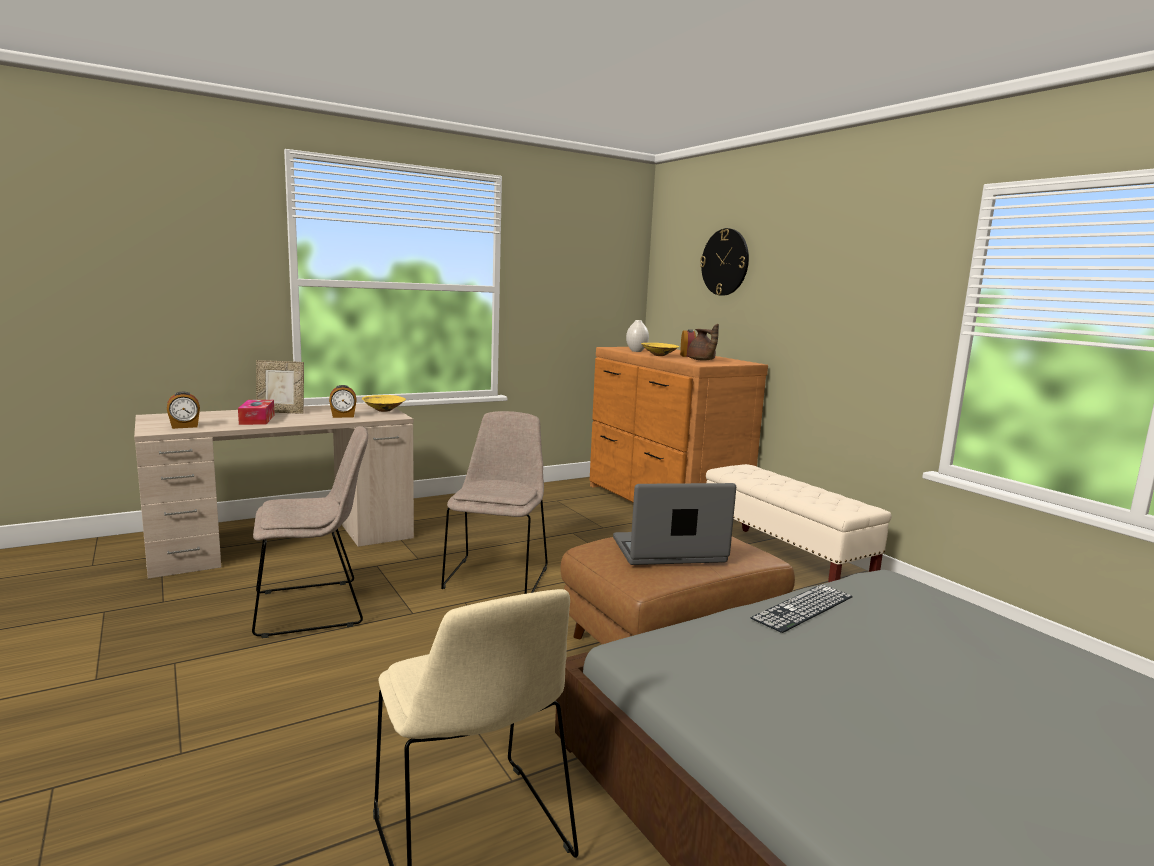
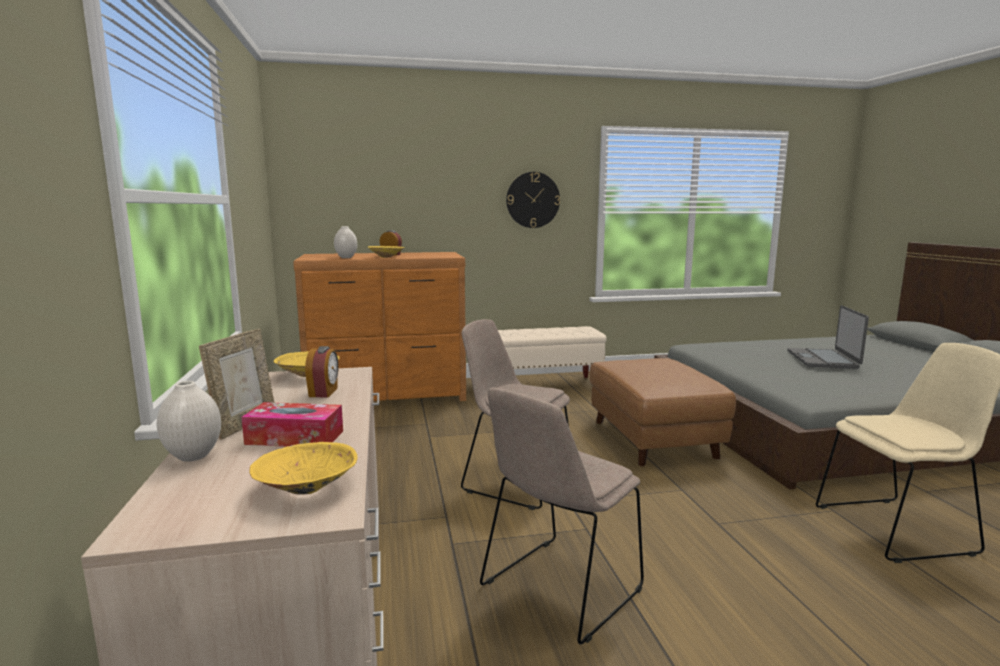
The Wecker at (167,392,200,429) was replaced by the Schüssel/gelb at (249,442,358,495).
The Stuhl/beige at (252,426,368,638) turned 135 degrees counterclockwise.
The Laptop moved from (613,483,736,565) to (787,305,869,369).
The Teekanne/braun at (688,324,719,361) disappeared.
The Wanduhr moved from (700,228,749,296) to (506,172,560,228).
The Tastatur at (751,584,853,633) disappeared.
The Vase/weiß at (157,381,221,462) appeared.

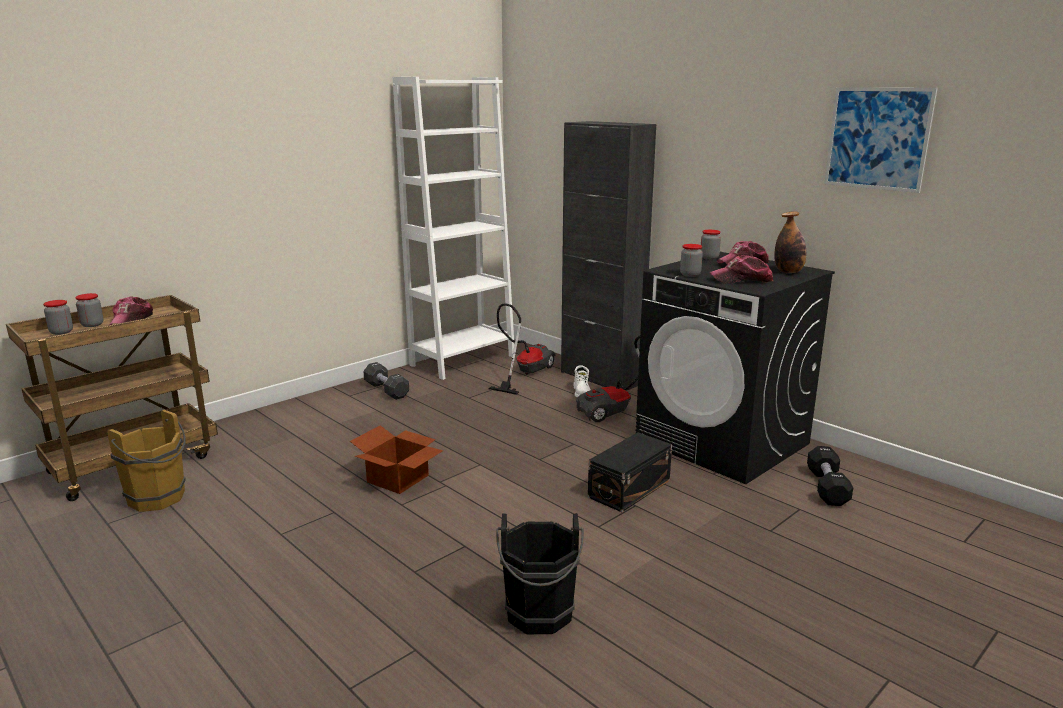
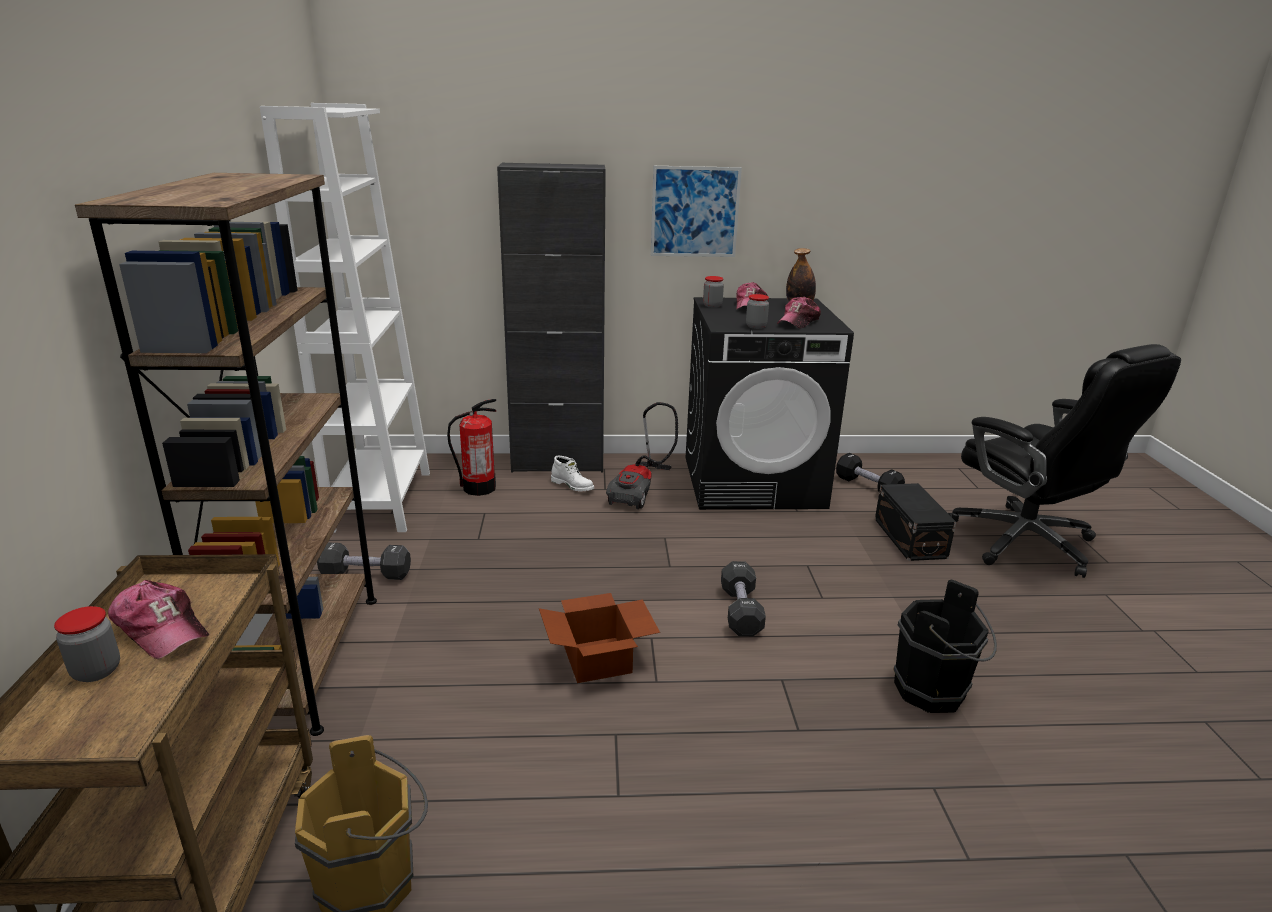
The Vorratsglas at (43,300,73,335) disappeared.
The Staubsauger at (489,304,556,395) was replaced by the Feuerlöscher at (447,399,497,496).
The Aufbewahrungsbox/schwarz moved from (588,432,672,512) to (875,483,956,561).
The Bild moved from (824,87,938,193) to (651,166,742,257).
The Bücherregal/braun at (75,173,377,736) appeared.
The Hantel/schwarz at (721,561,766,636) appeared.
The Bürostuhl/schwarz at (948,344,1181,578) appeared.

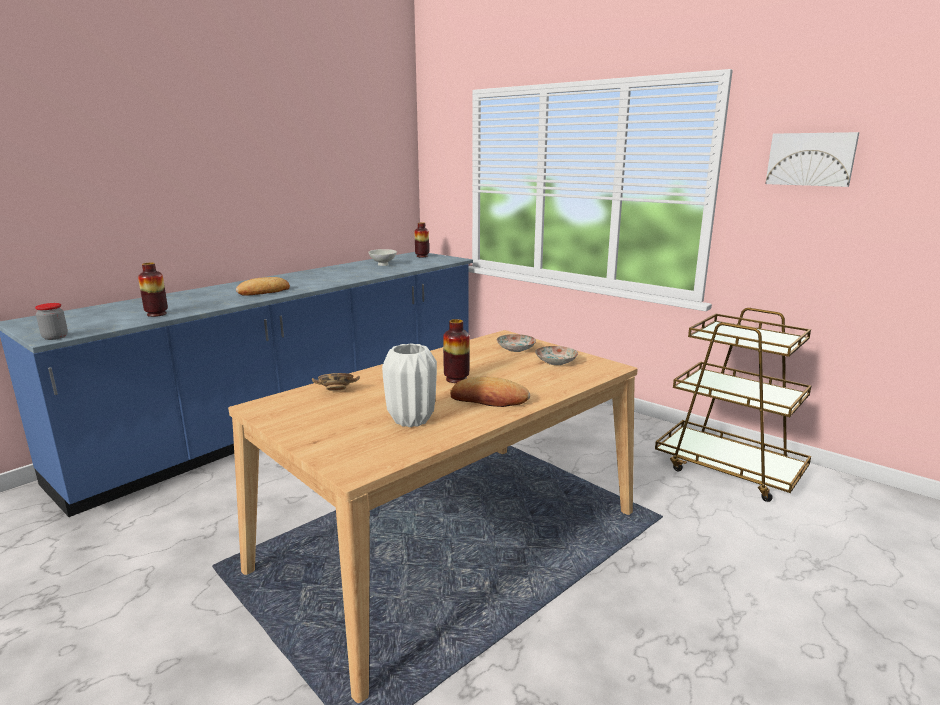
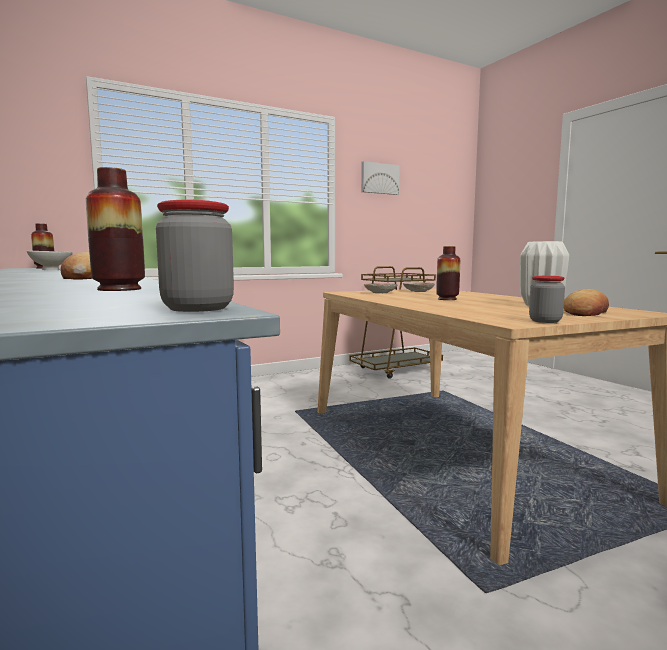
The Schüssel at (312,373,360,391) disappeared.
The Brot moved from (450,377,530,407) to (564,289,609,316).
The Vorratsglas at (529,276,565,323) appeared.

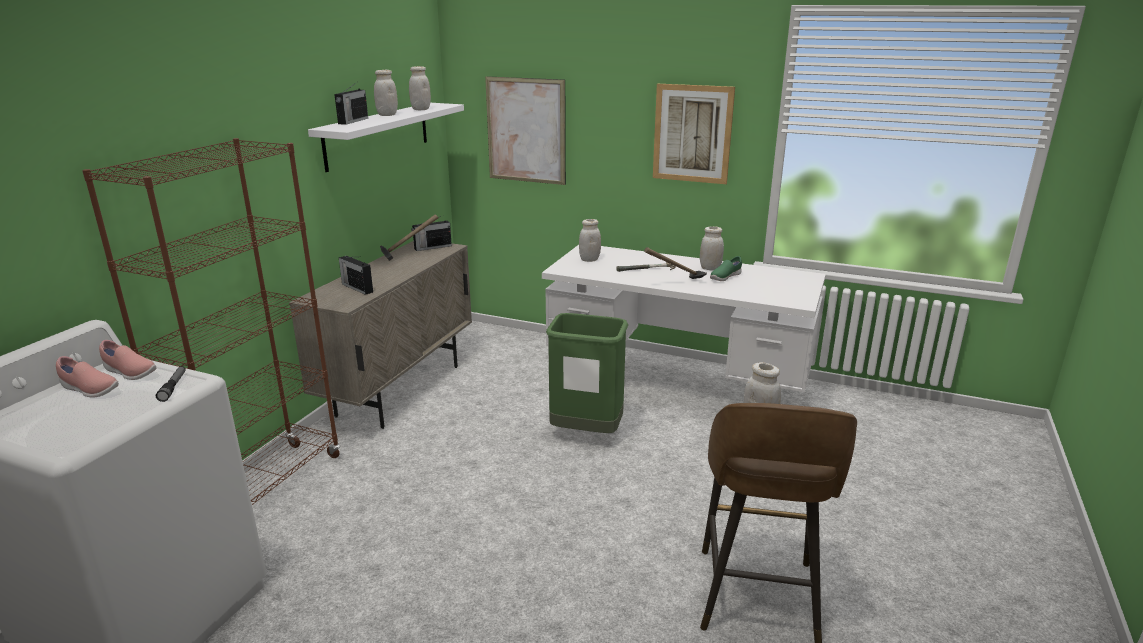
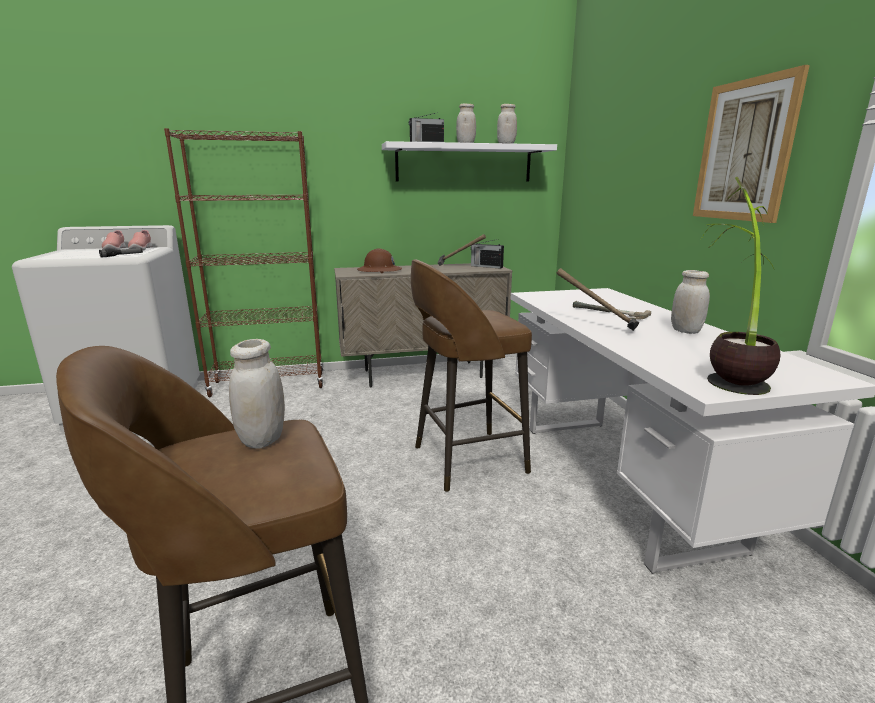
The Radio at (339,256,373,295) was replaced by the Schutzhelm/braun at (357,248,402,273).
The Bild at (485,76,566,185) disappeared.
The Mülleimer/grün at (546,313,628,433) was replaced by the Hocker/braun at (411,259,532,492).
The Vorratsglas/weiß at (579,219,601,262) disappeared.
The Schuh/grün at (710,256,742,281) disappeared.
The Topfpflanze at (700,177,780,395) appeared.

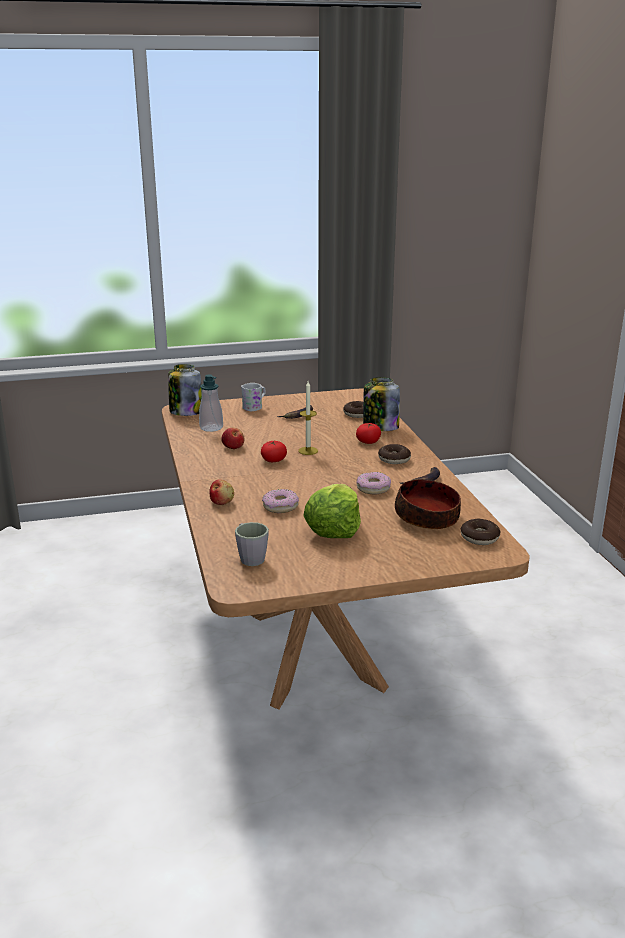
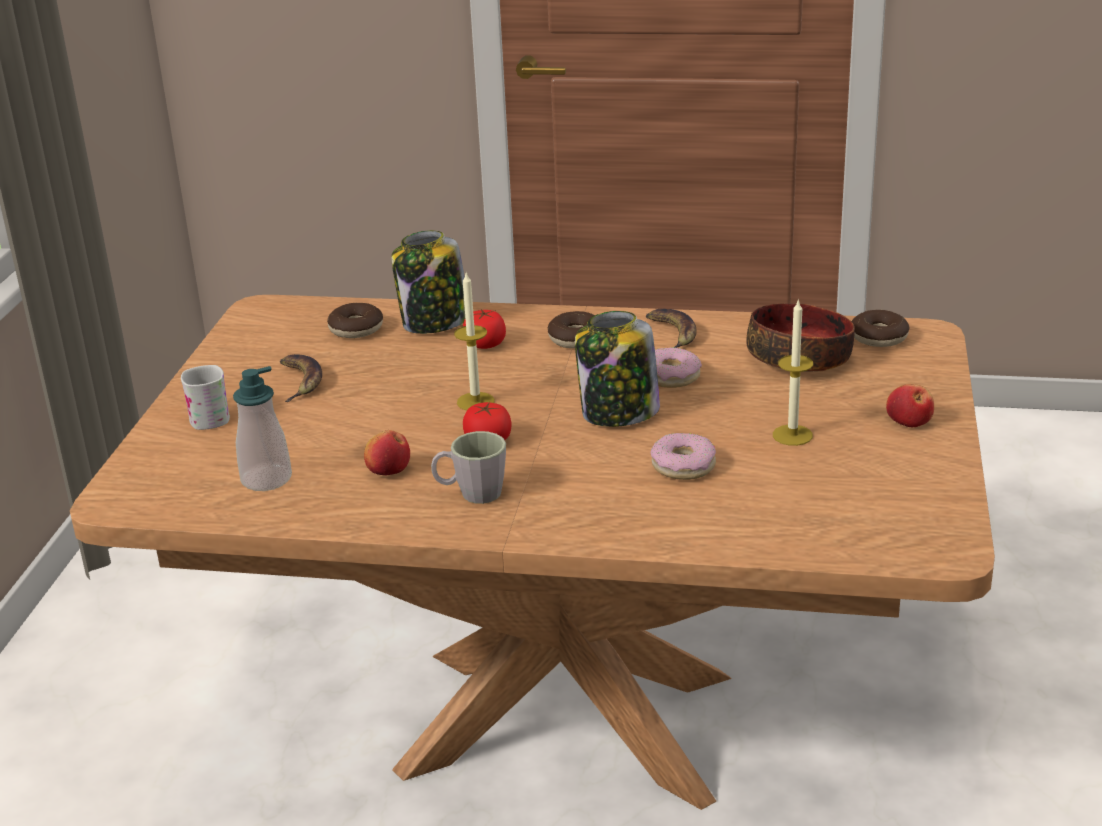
The Vorratsglas moved from (168,364,202,416) to (575,311,660,427).
The Apfel moved from (209,479,234,505) to (886,384,934,427).
The Henkelbecher/grau moved from (235,522,269,566) to (431,431,506,504).
The Salatkopf at (303,484,361,538) was replaced by the Kerze at (773,299,813,446).

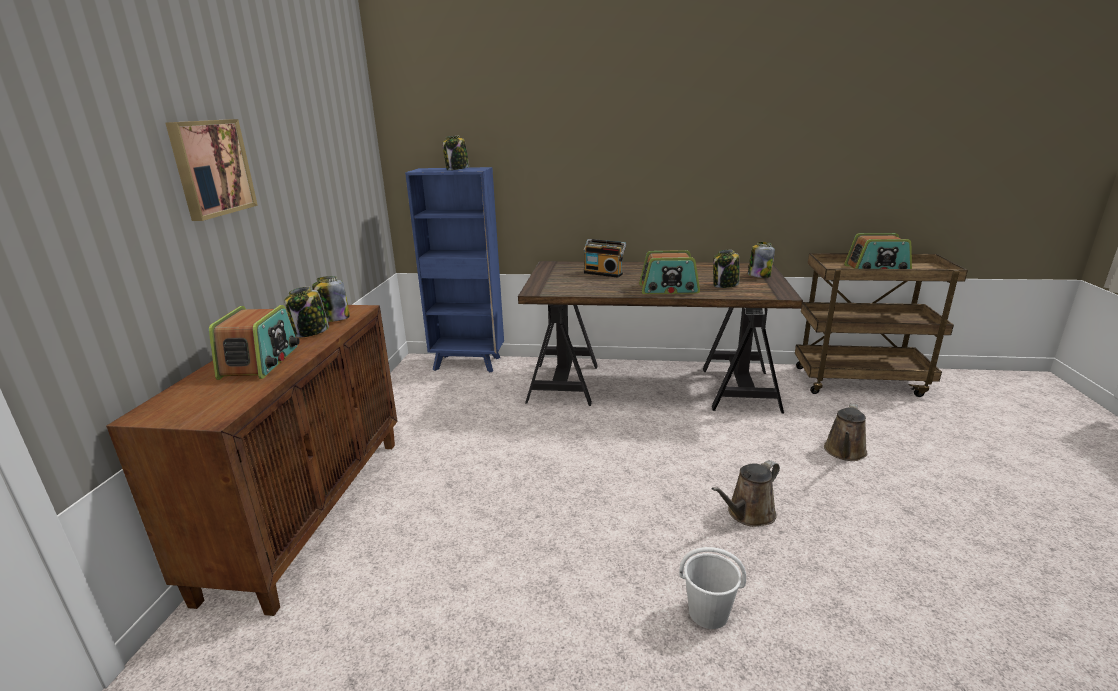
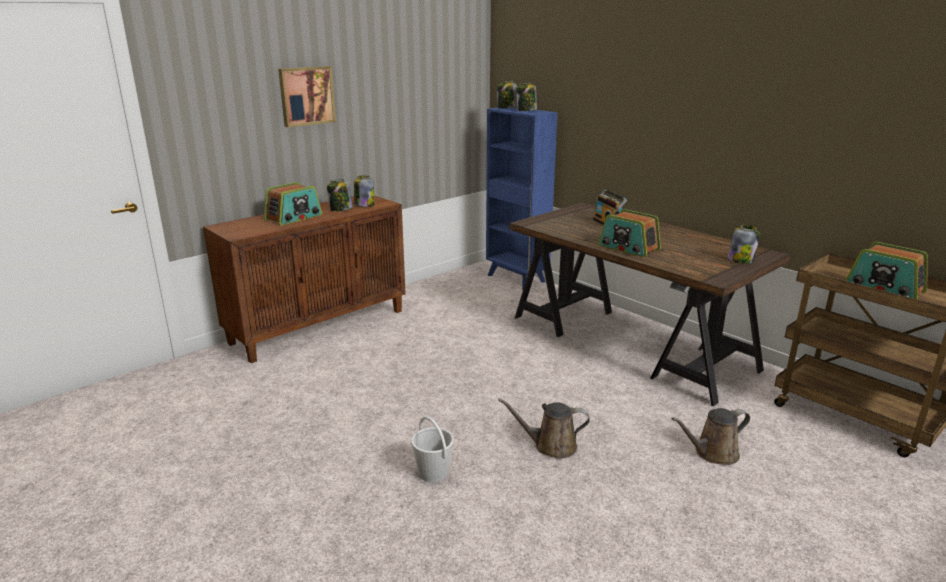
The Vorratsglas moved from (713,250,739,288) to (497,81,517,108).

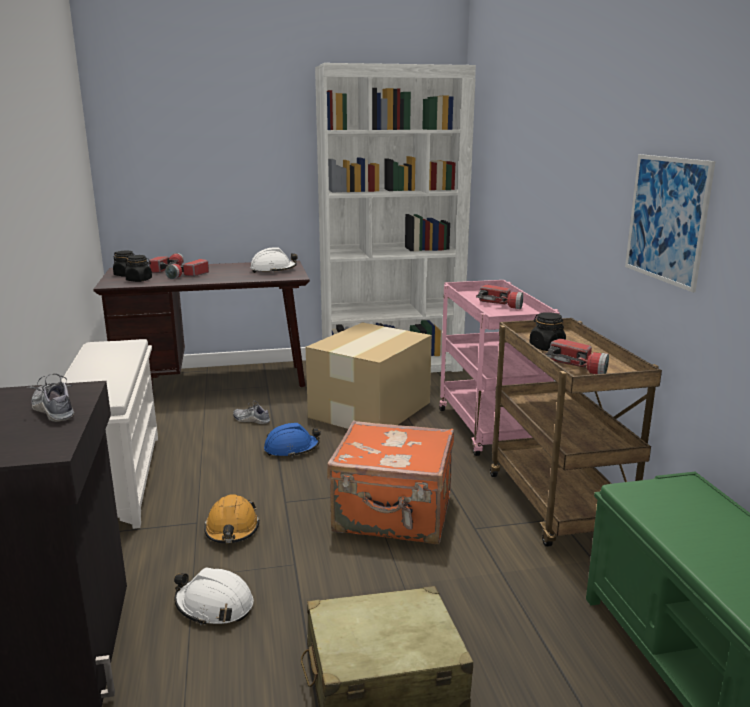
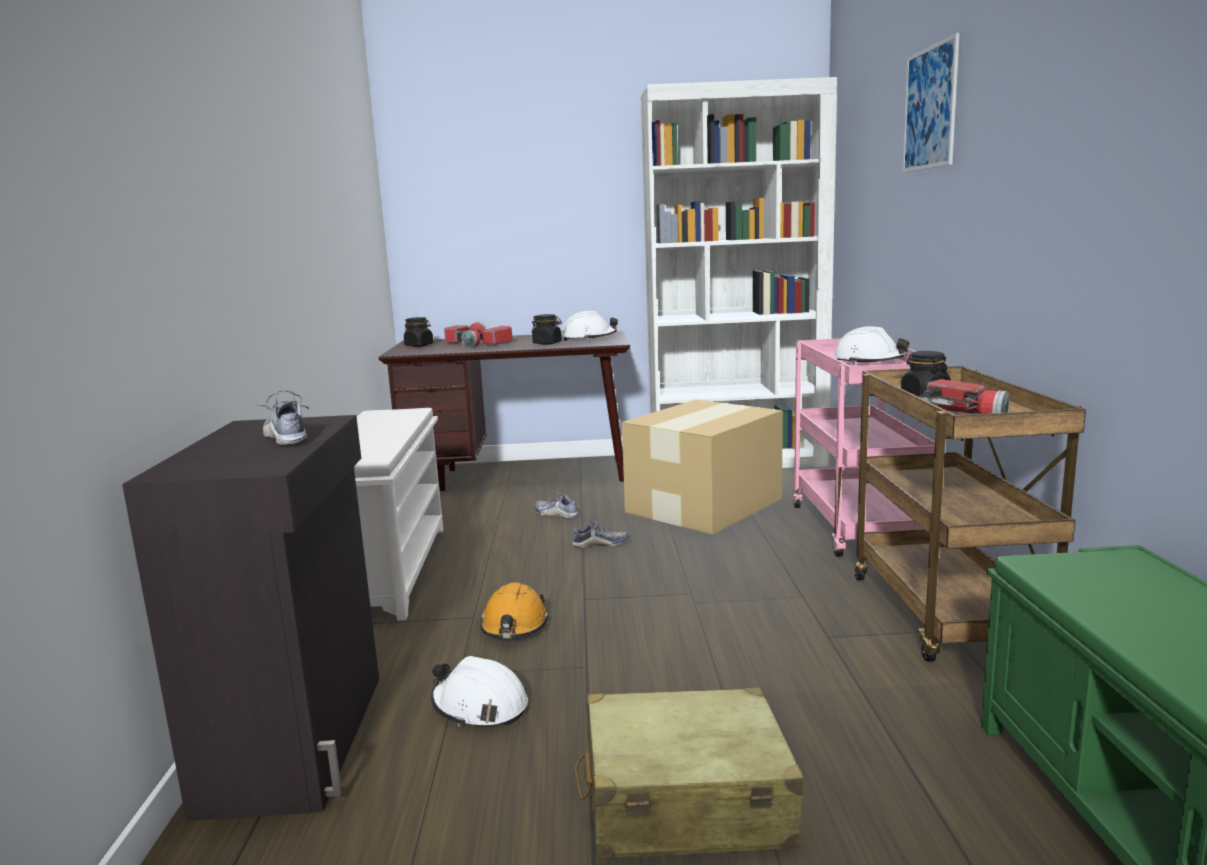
The Vorratsglas/schwarz moved from (125,255,152,282) to (532,314,562,345).
The Schutzhelm/blau at (264,423,321,458) was replaced by the Schuh at (572,518,629,549).
The Koffer/orange at (327,421,454,544) disappeared.
The Taschenlampe at (476,285,523,309) was replaced by the Schutzhelm/weiß at (834,326,909,364).
The Bild moved from (625,154,715,292) to (902,33,960,173).

